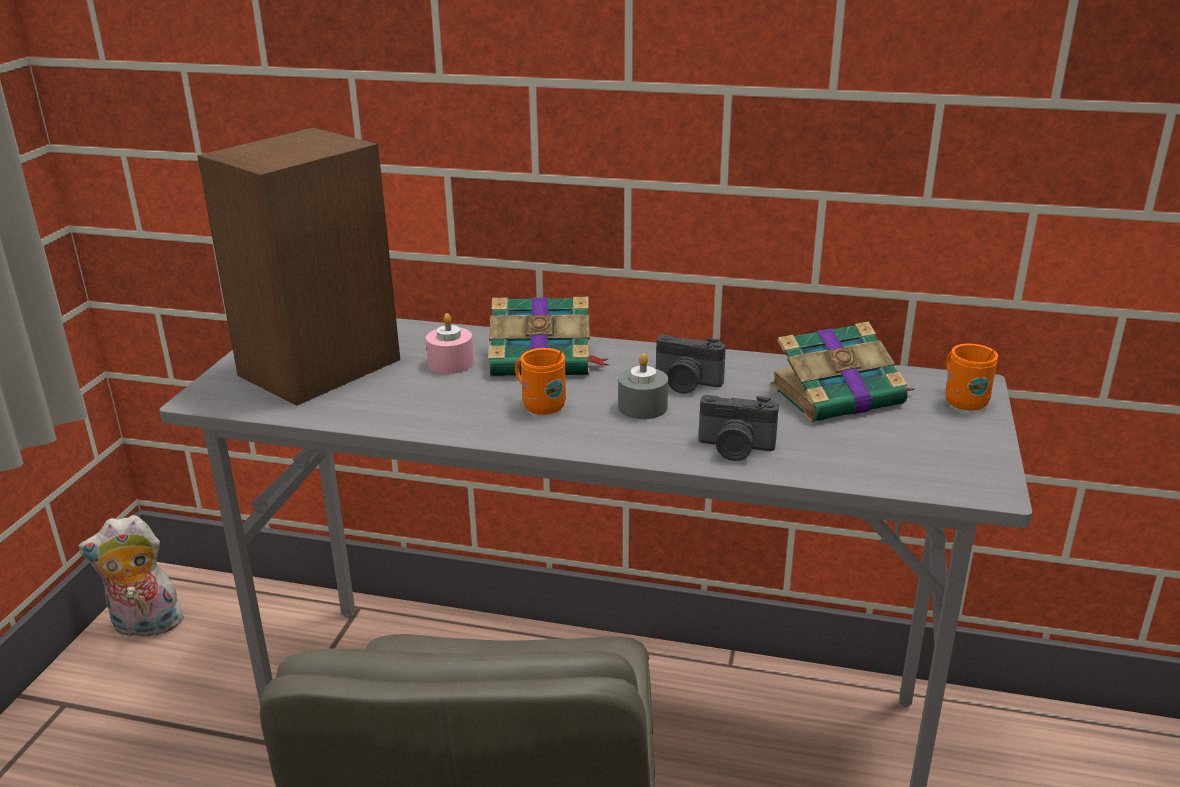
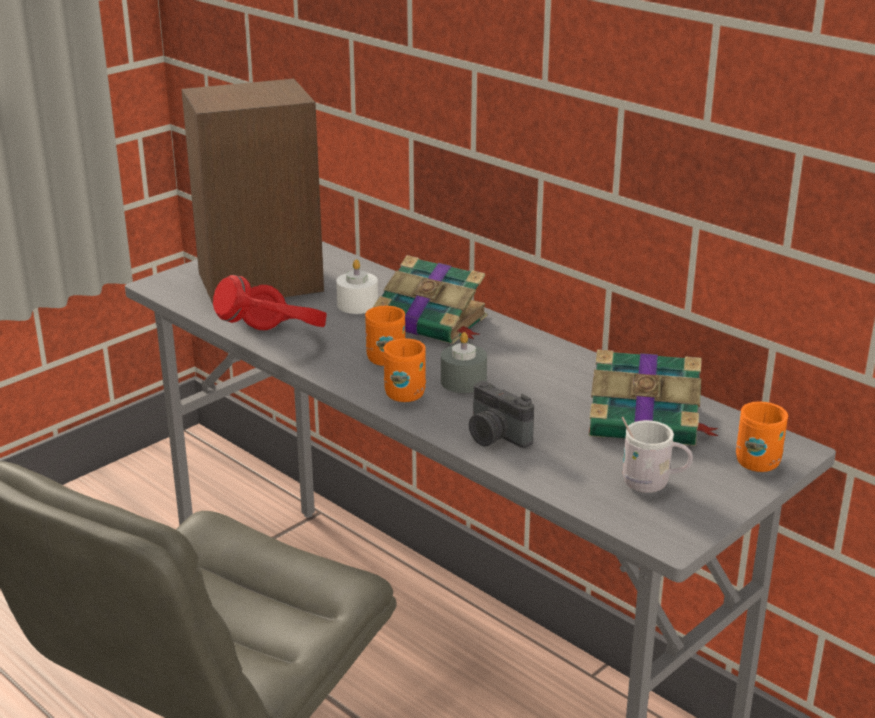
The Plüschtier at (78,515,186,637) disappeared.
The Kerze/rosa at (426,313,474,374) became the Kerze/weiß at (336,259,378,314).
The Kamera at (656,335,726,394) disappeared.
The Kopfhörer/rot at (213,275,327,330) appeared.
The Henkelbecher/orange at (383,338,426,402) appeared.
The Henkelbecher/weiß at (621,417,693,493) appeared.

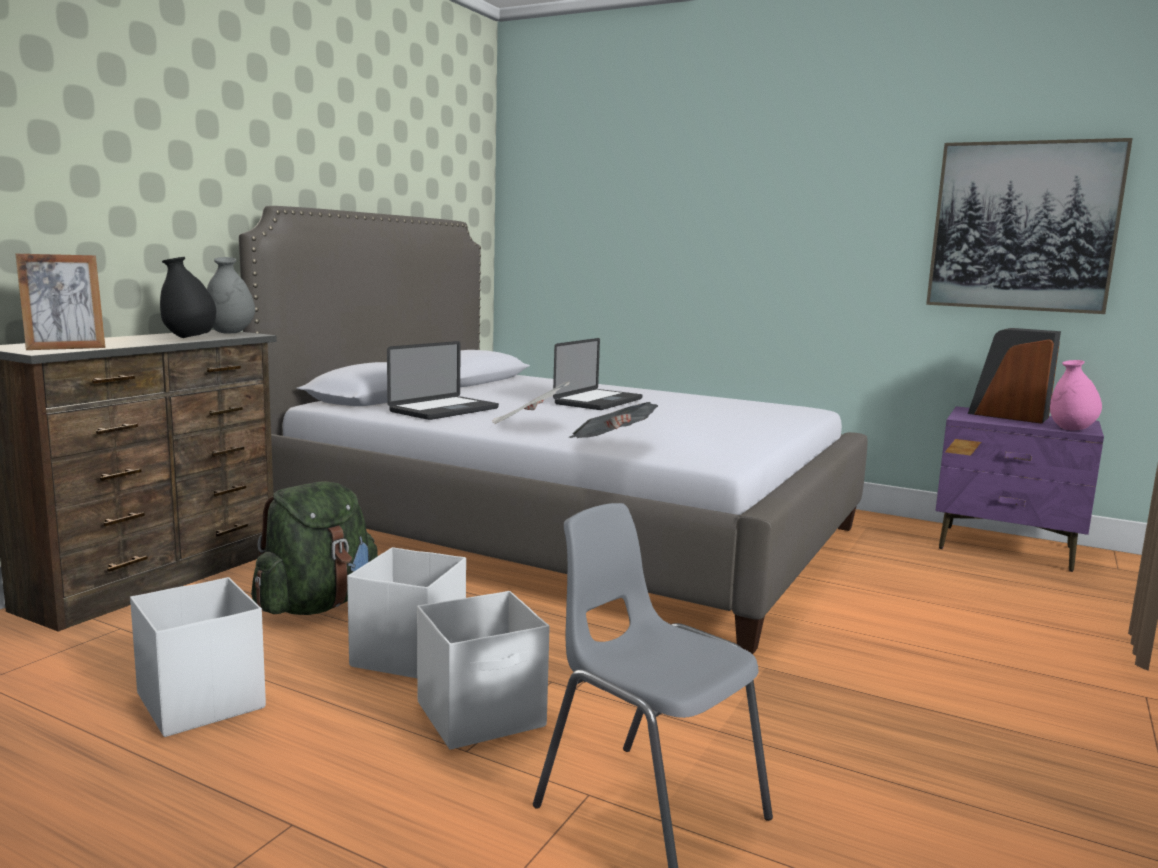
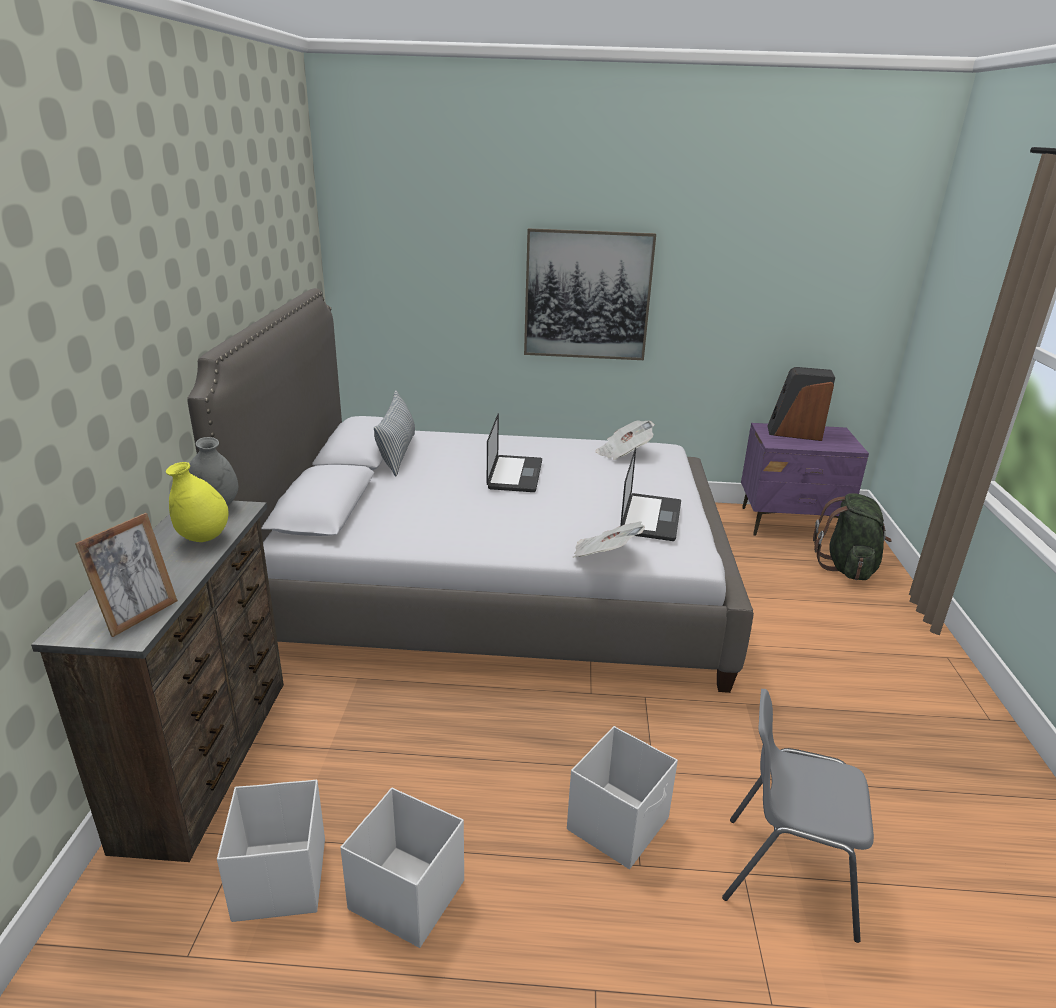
The Vase/schwarz at (160,257,216,338) became the Vase/gelb at (166,462,228,542).
The Rucksack/grün moved from (251,481,378,615) to (813,493,892,580).
The Aufbewahrungsbox/weiß moved from (347,547,466,678) to (217,779,325,922).
The Laptop moved from (387,341,499,420) to (620,448,681,541).
The Zeitung moved from (492,382,570,424) to (596,420,655,460).
The Bild moved from (926,138,1133,314) to (524,228,656,360).
The Vase/rosa at (1050,360,1102,431) disappeared.
The Kissen at (374,390,415,477) appeared.

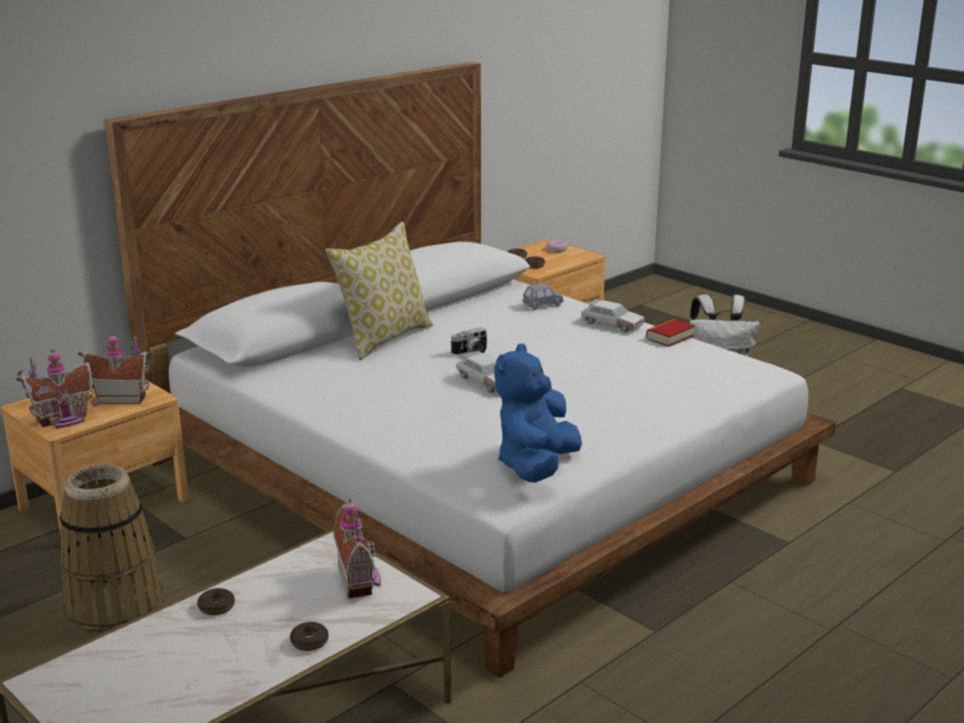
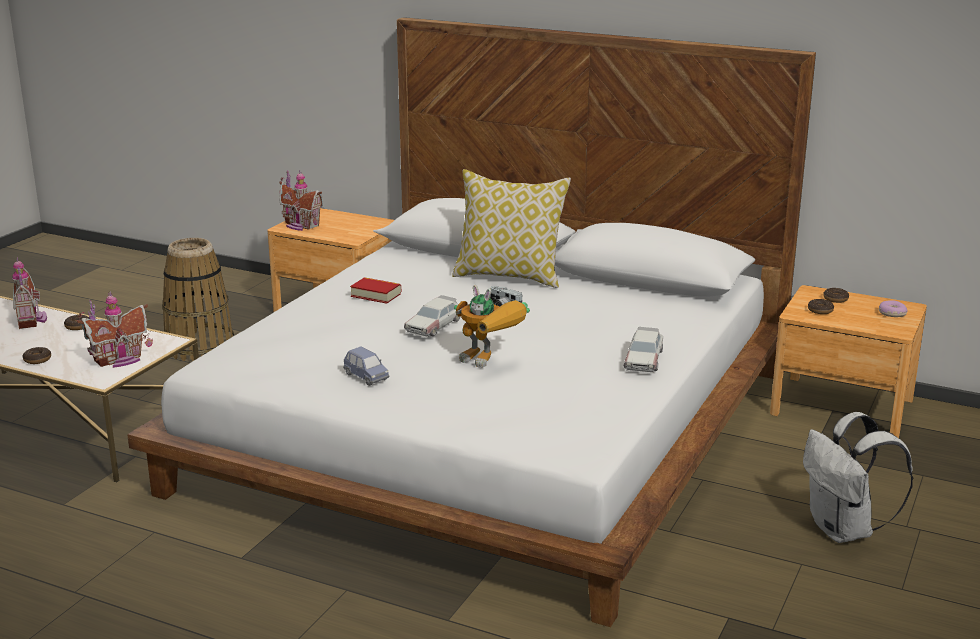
The Spielzeughaus moved from (78,332,152,404) to (12,257,47,329).
The Plüschtier/blau at (495,344,582,483) disappeared.
The Spielzeugauto/blau moved from (522,283,564,310) to (343,346,390,386).
The Buch moved from (646,319,695,347) to (350,277,401,304).
The Spielzeugroboter at (454,285,530,368) appeared.

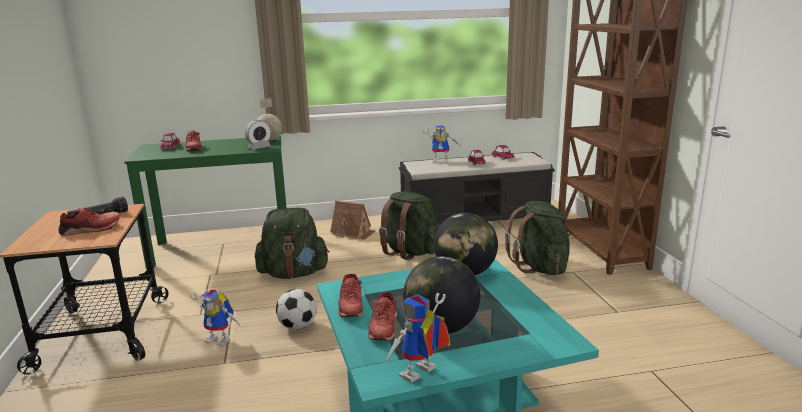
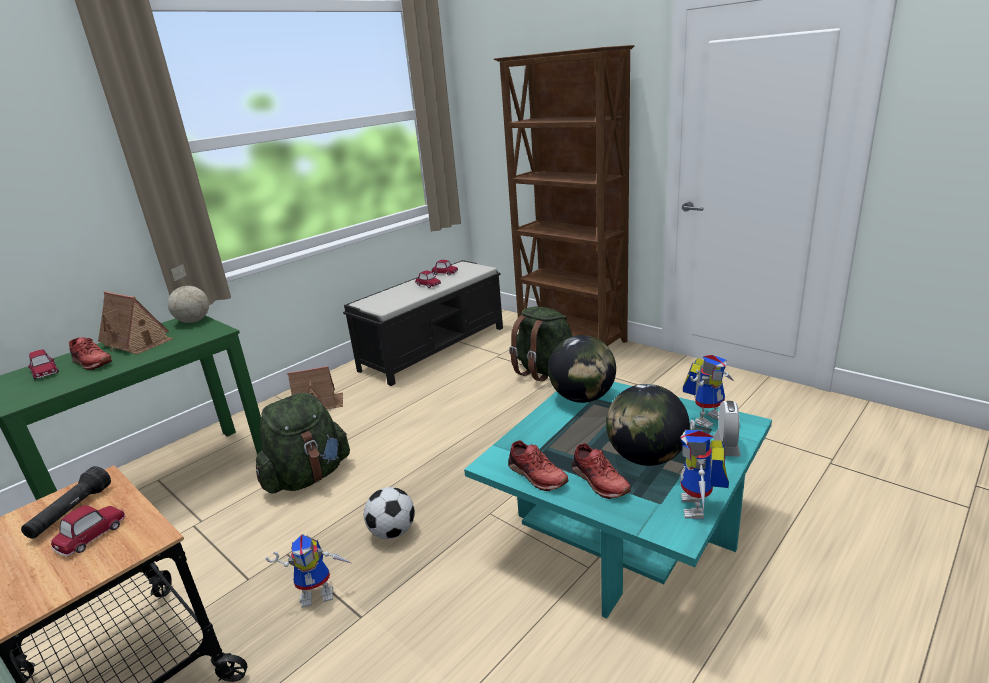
The Schuh/rot at (58,207,119,236) was replaced by the Spielzeugauto at (51,505,125,557).
The Wecker moved from (245,120,271,149) to (713,401,741,457).
The Rucksack/grün at (379,192,440,260) disappeared.
The Spielzeugroboter moved from (422,125,460,163) to (683,355,735,428).
The Spielzeughaus at (98,291,174,354) appeared.

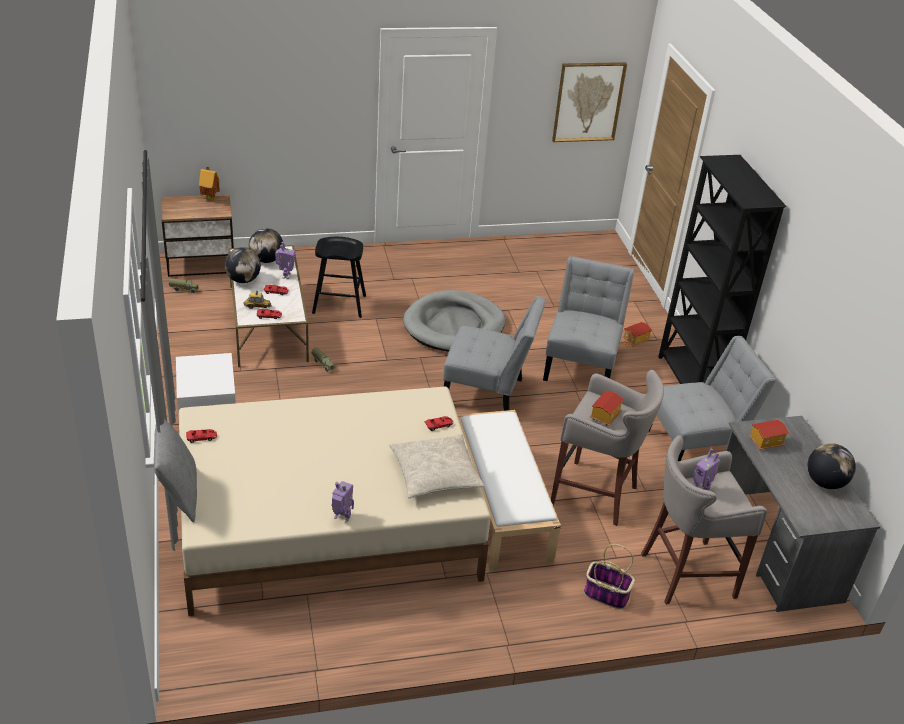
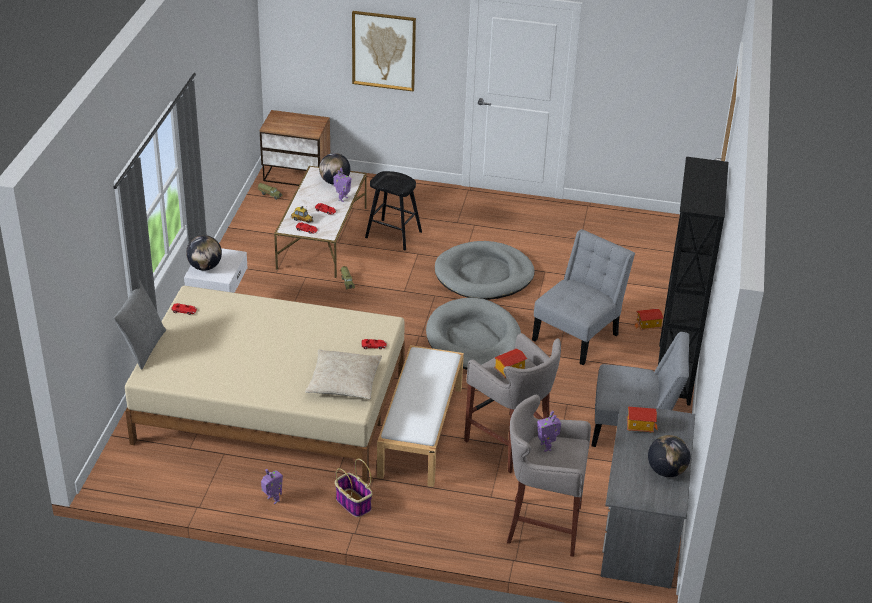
The Spielzeughaus at (199,167,220,201) disappeared.
The Globus moved from (225,247,261,283) to (186,235,222,271).
The Spielzeugroboter moved from (331,481,354,523) to (261,469,283,504).
The Stuhl/grau at (443,296,546,411) was replaced by the Hundebett/grau at (426,297,521,370).
The Bild moved from (552,62,627,142) to (352,11,416,91).
The Korb moved from (584,544,635,609) to (335,459,372,517).

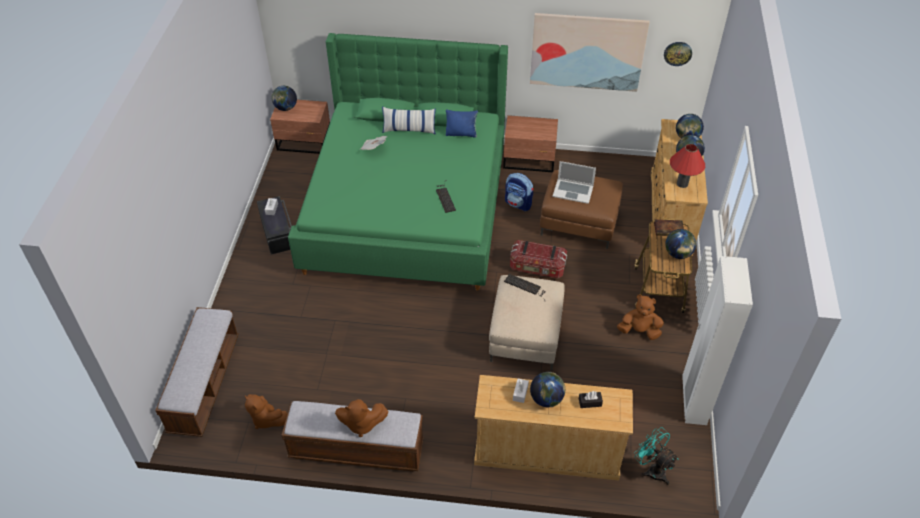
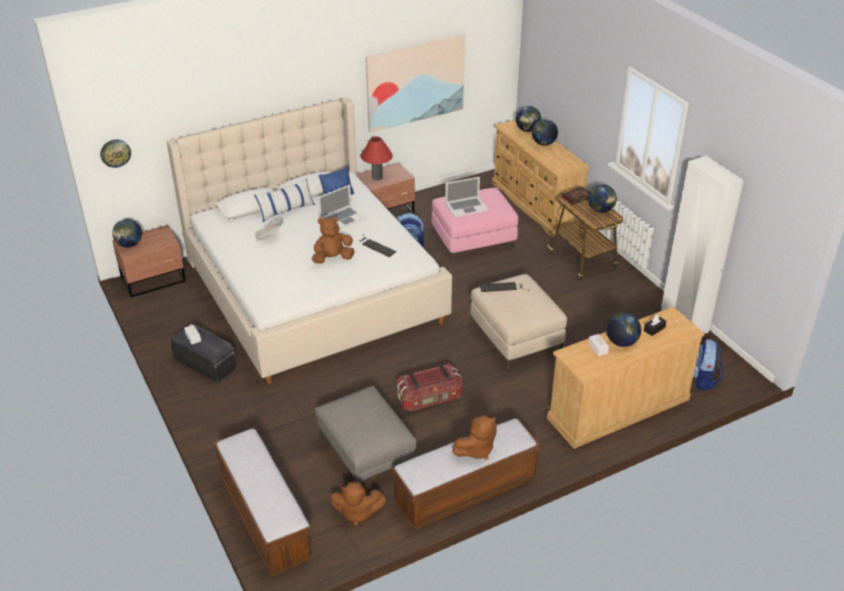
The Bett/grün at (288,33,508,291) became the Bett/beige at (167,98,452,384).
The Aufbewahrungsbox moved from (510,240,567,278) to (396,364,462,411).
The Polsterhocker/braun at (540,170,623,249) became the Polsterhocker/rosa at (431,188,518,262).
The Plüschtier/braun moved from (617,294,664,340) to (311,216,355,263).
The Ventilator/türkis at (634,427,679,485) was replaced by the Rucksack at (693,339,723,390).
The Wanduhr moved from (664,42,692,66) to (100,140,131,168).
The Tischlampe/rot moved from (670,144,705,188) to (361,136,393,180).
The Polsterhocker/grau at (315,386,417,483) appeared.
The Laptop at (318,184,367,230) appeared.

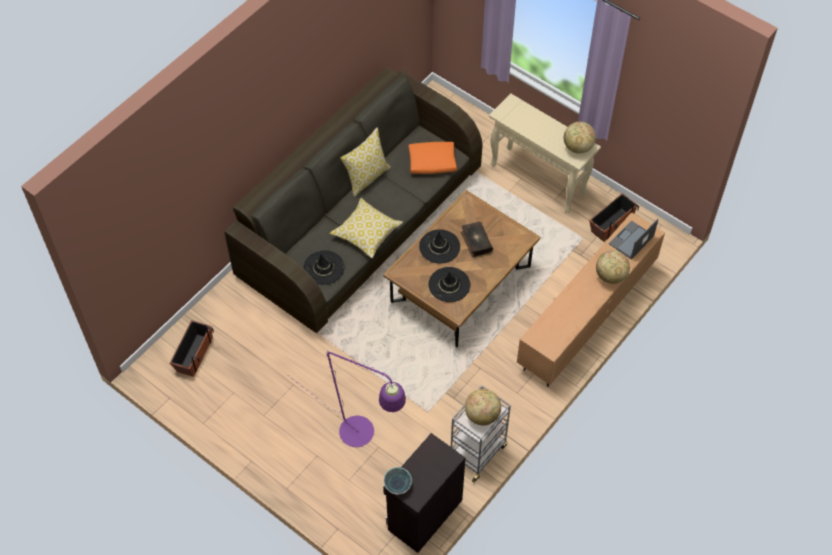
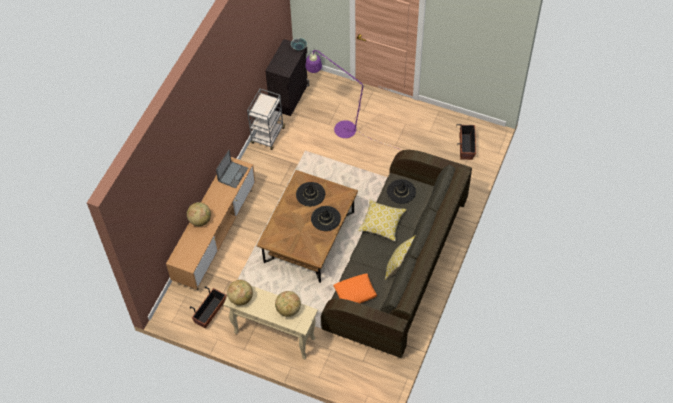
The Buch at (461,222,493,257) disappeared.
The Globus moved from (465,389,501,426) to (275,291,301,317).
The Laptop moved from (609,219,659,259) to (216,150,248,188).

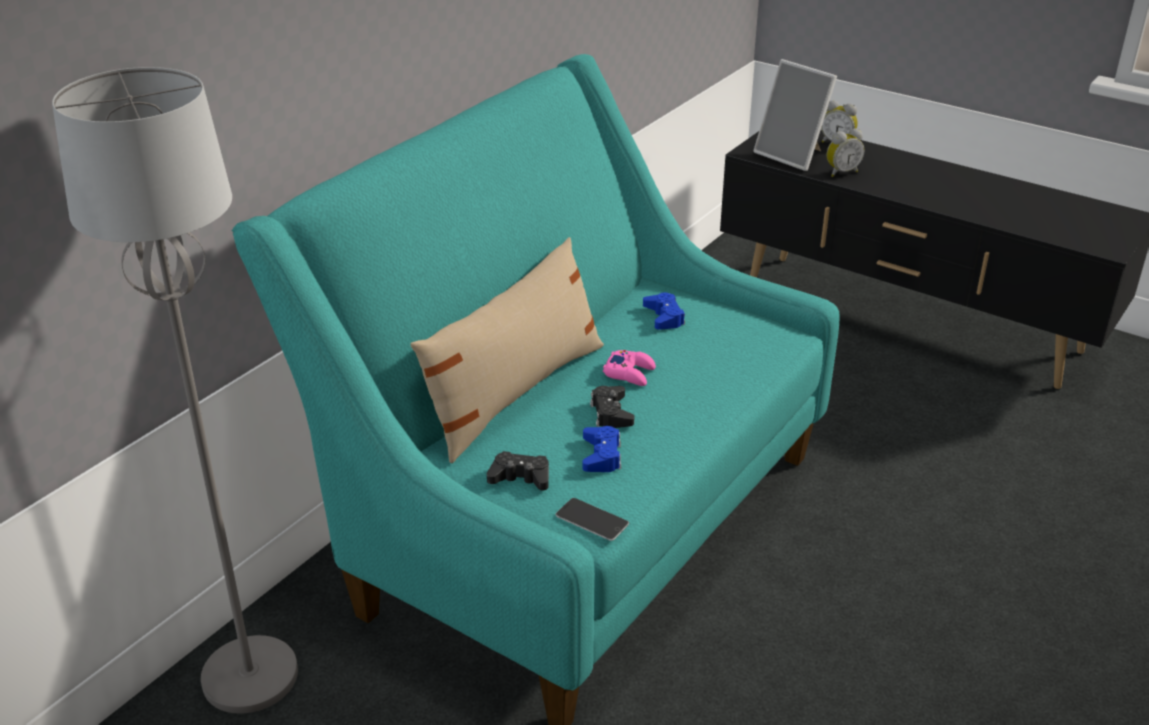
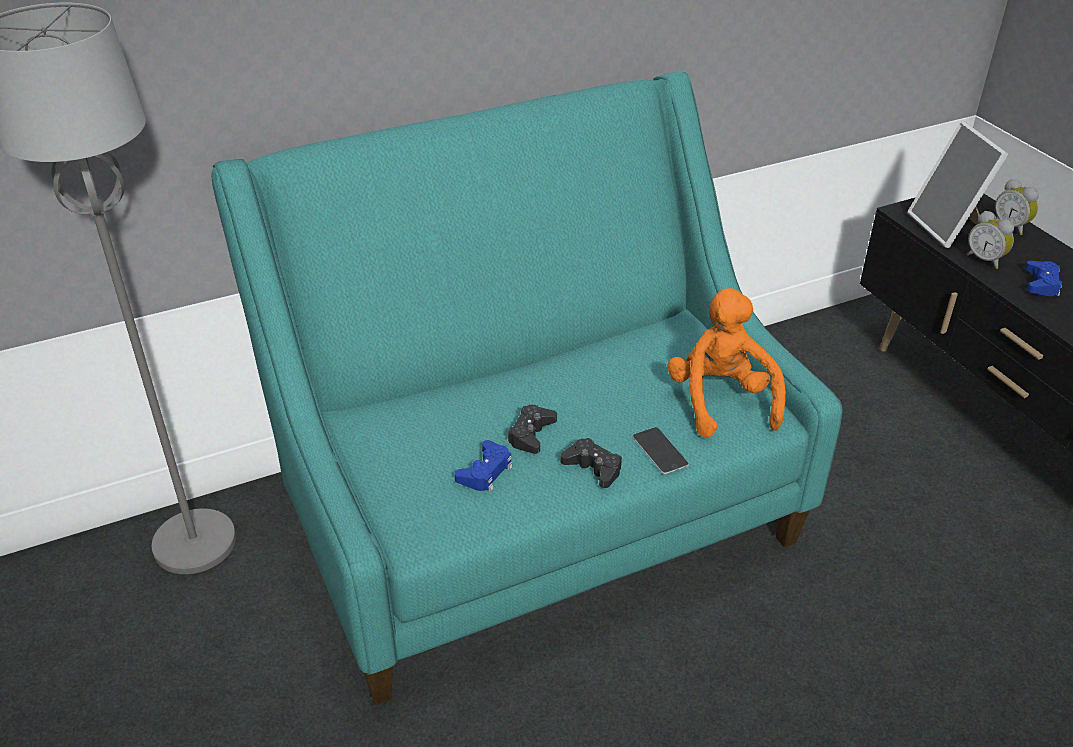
The Kissen/beige at (411,237,604,463) disappeared.
The Gamepad/schwarz moved from (487,451,549,490) to (560,438,622,488).
The Handy moved from (555,498,629,541) to (632,427,689,474).
The Gamepad/rosa at (603,350,656,386) disappeared.
The Gamepad/blau moved from (643,292,685,330) to (1025,261,1062,296).
The Wecker at (827,129,864,177) turned 45 degrees clockwise.
The Plüschtier/orange at (667,288,786,438) appeared.

